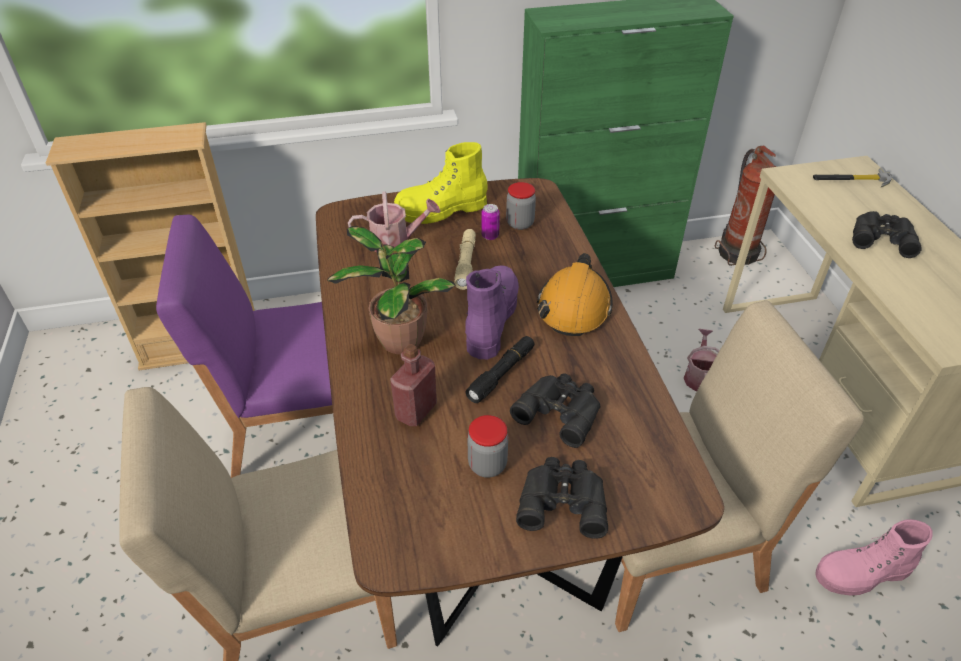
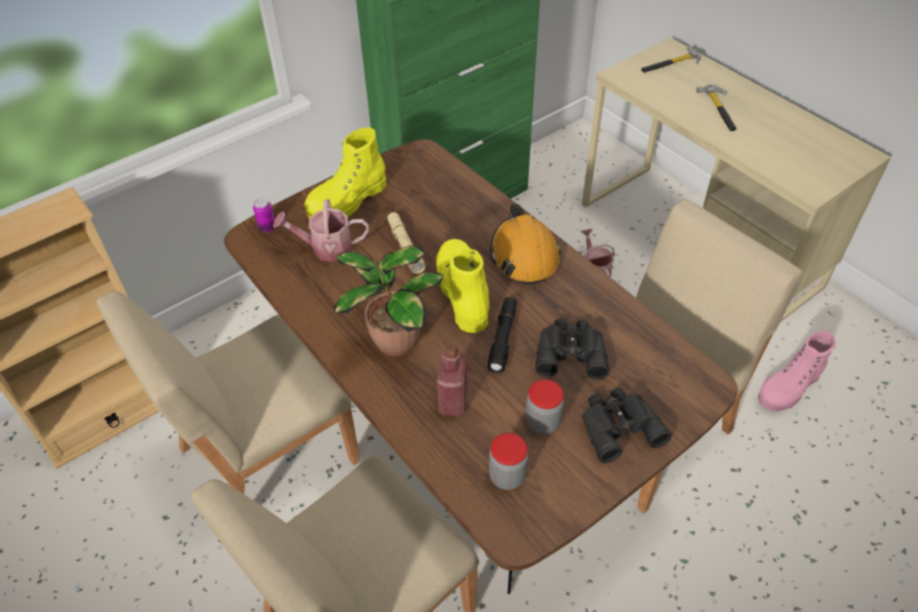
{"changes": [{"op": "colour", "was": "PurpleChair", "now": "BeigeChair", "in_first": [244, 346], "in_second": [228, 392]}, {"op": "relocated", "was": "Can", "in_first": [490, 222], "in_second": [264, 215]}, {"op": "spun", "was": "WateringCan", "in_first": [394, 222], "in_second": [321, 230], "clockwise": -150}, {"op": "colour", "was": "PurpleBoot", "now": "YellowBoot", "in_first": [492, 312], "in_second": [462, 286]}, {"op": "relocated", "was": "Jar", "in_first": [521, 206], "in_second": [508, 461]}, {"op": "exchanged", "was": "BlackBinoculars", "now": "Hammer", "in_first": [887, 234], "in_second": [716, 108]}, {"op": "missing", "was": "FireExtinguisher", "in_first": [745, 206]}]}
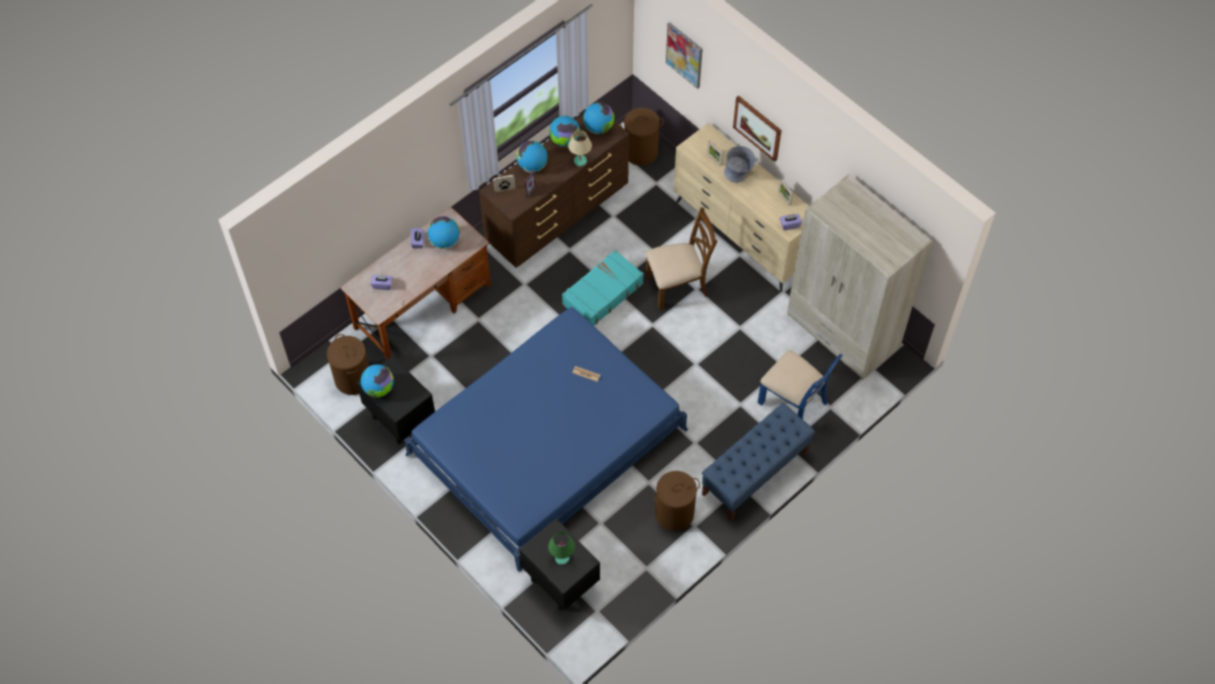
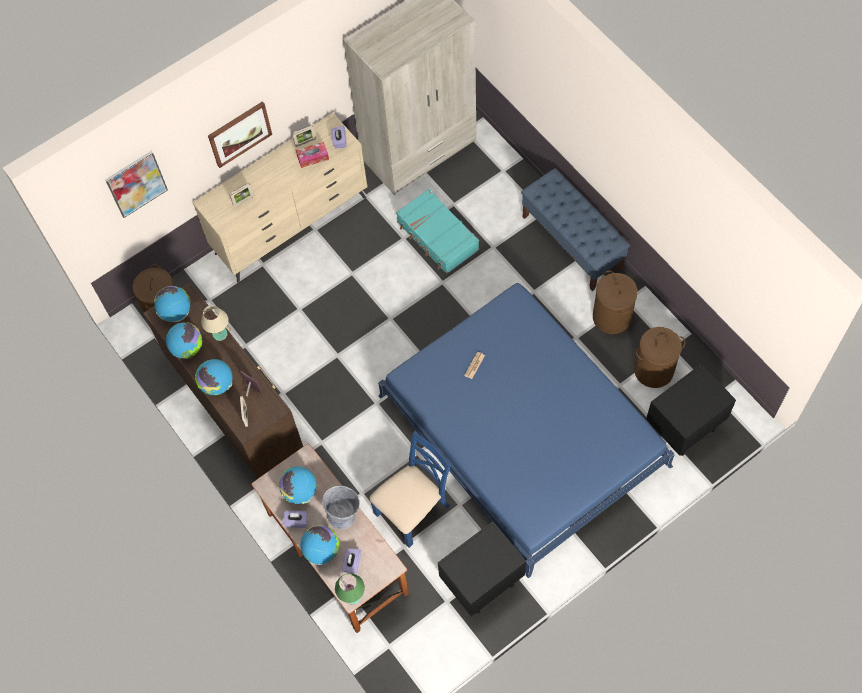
{"changes": [{"op": "appeared", "now": "TissueBox", "in_second": [312, 155]}, {"op": "relocated", "was": "Globe", "in_first": [377, 381], "in_second": [320, 545]}, {"op": "relocated", "was": "GreyBowl", "in_first": [740, 164], "in_second": [341, 507]}, {"op": "relocated", "was": "GreenTableLamp", "in_first": [561, 548], "in_second": [350, 589]}, {"op": "relocated", "was": "BlueChair", "in_first": [800, 384], "in_second": [410, 489]}, {"op": "relocated", "was": "TurquoiseSuitcase", "in_first": [603, 288], "in_second": [437, 231]}, {"op": "relocated", "was": "BrownLaundryBasket", "in_first": [348, 364], "in_second": [659, 357]}, {"op": "missing", "was": "BrownChair", "in_first": [682, 259]}]}
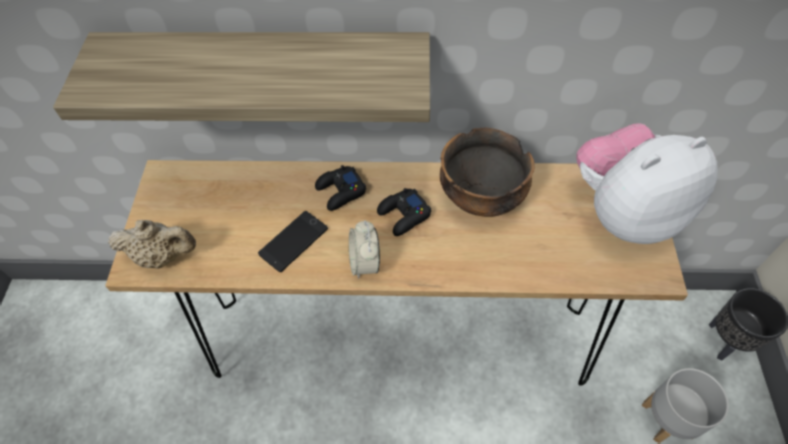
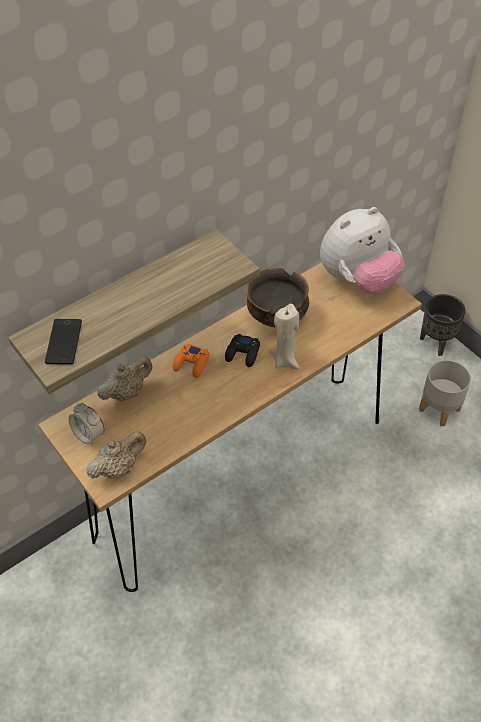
{"changes": [{"op": "relocated", "was": "Phone", "in_first": [293, 241], "in_second": [63, 342]}, {"op": "relocated", "was": "AlarmClock", "in_first": [364, 249], "in_second": [86, 424]}, {"op": "appeared", "now": "BeigeTeapot", "in_second": [125, 378]}, {"op": "colour", "was": "BlackGameController", "now": "OrangeGameController", "in_first": [340, 188], "in_second": [191, 360]}, {"op": "appeared", "now": "BeigeCandle", "in_second": [284, 337]}, {"op": "spun", "was": "PlushToy", "in_first": [647, 183], "in_second": [362, 251], "clockwise": -150}]}
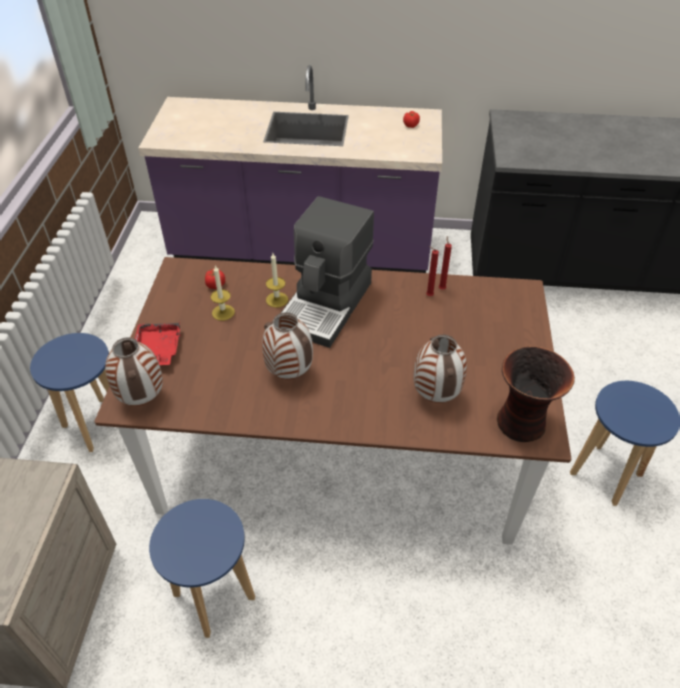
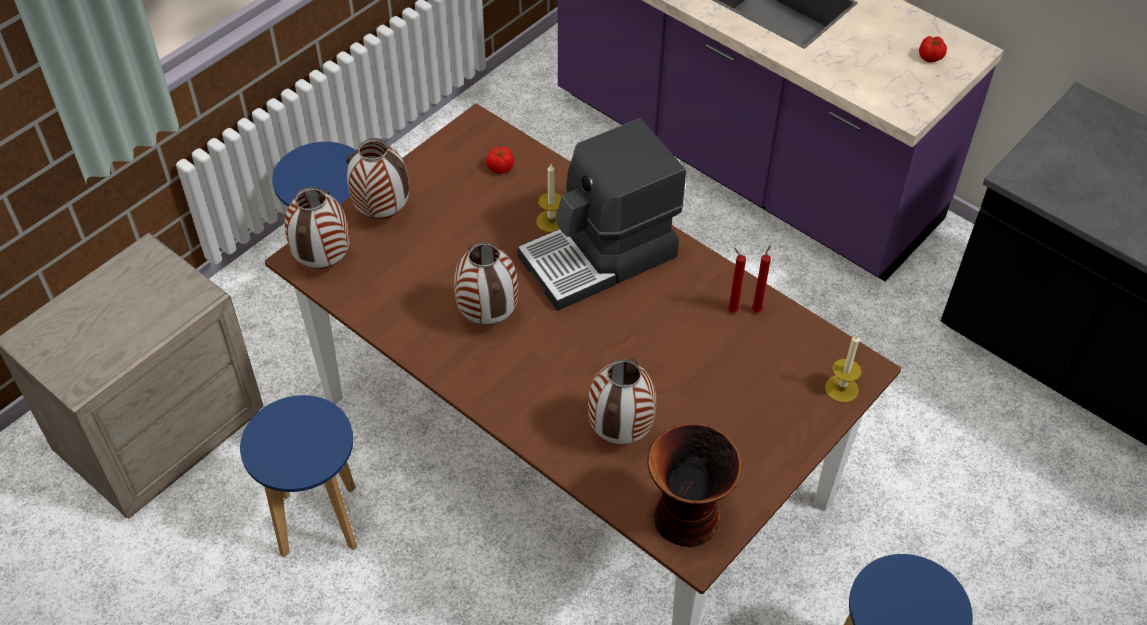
{"changes": [{"op": "exchanged", "was": "RedTray", "now": "Vase", "in_first": [157, 343], "in_second": [377, 178]}, {"op": "relocated", "was": "Candle", "in_first": [223, 293], "in_second": [843, 368]}]}
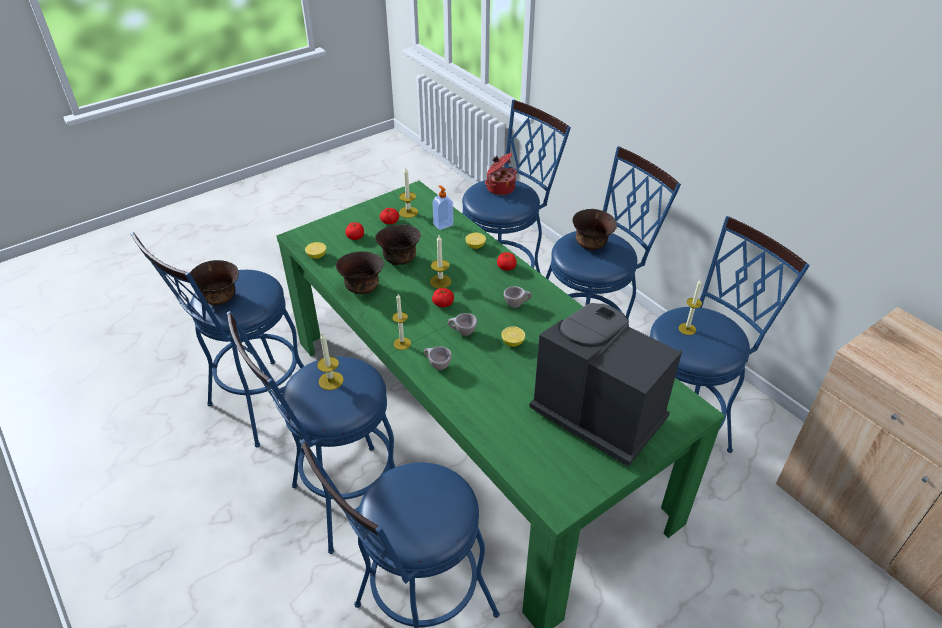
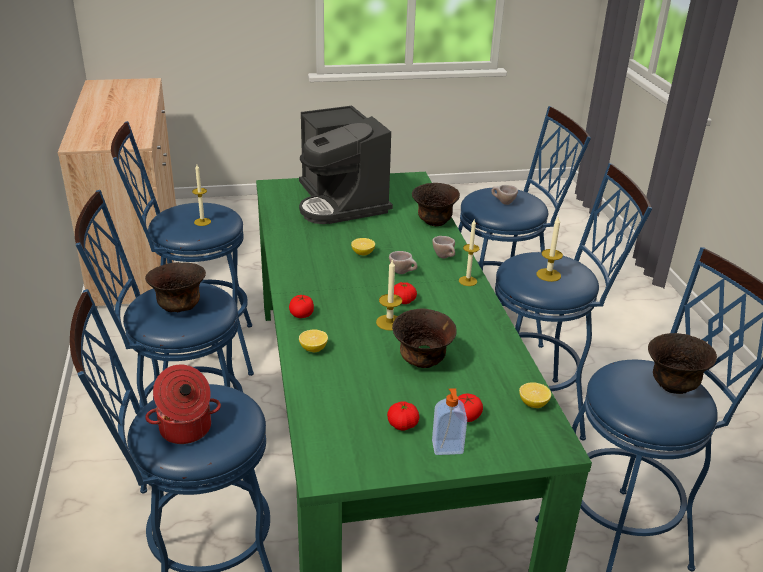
{"changes": [{"op": "relocated", "was": "BrownBowl", "in_first": [360, 272], "in_second": [436, 204]}, {"op": "relocated", "was": "SoapDispenser", "in_first": [443, 207], "in_second": [449, 421]}, {"op": "relocated", "was": "BeigeCup", "in_first": [518, 297], "in_second": [504, 195]}, {"op": "missing", "was": "Candle", "in_first": [408, 193]}]}
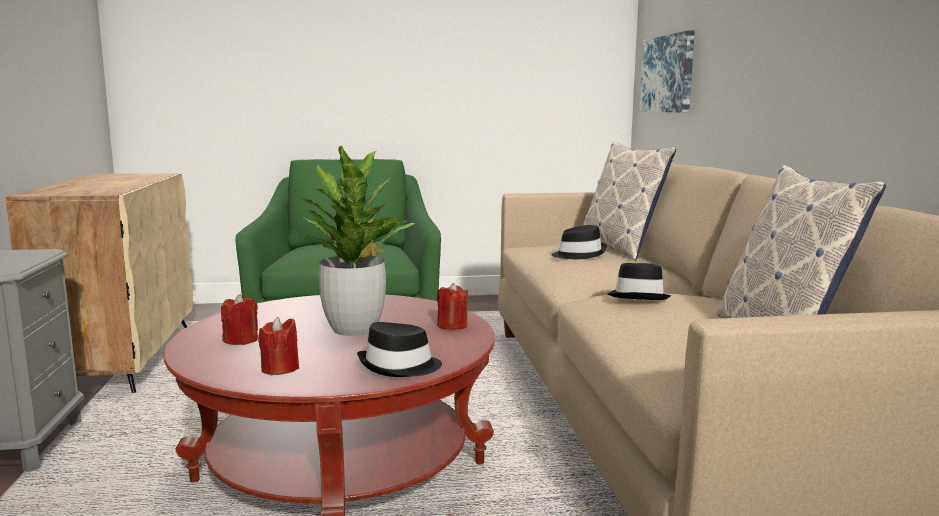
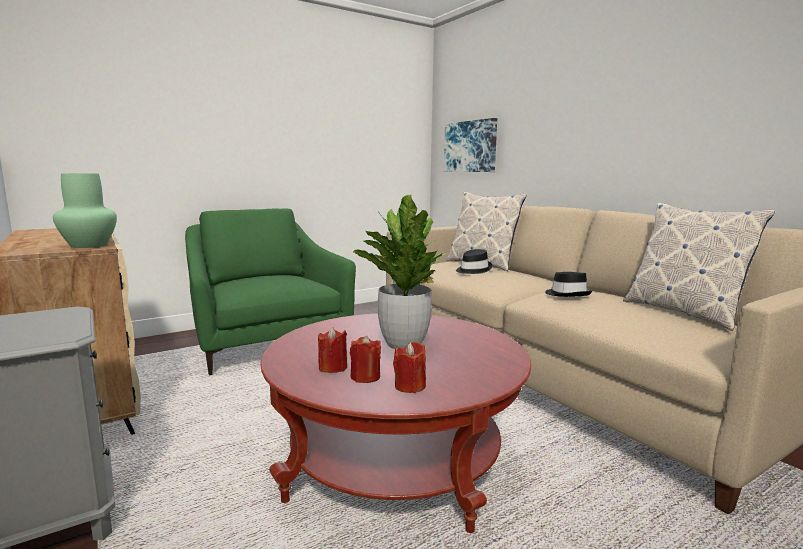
{"changes": [{"op": "appeared", "now": "GreenVase", "in_second": [85, 210]}, {"op": "relocated", "was": "RedCandle", "in_first": [452, 306], "in_second": [365, 359]}, {"op": "missing", "was": "BlackHat", "in_first": [399, 349]}]}
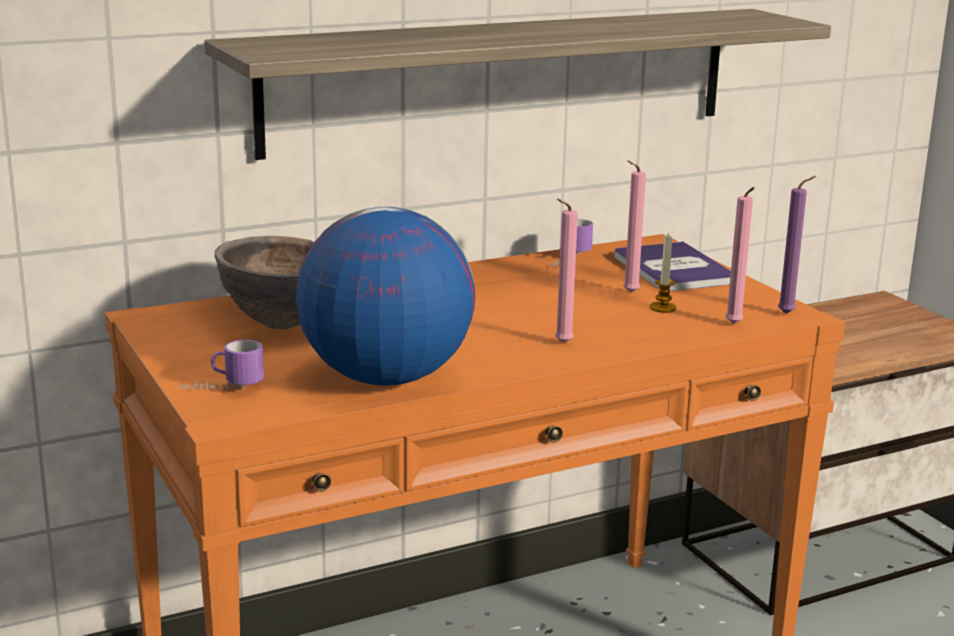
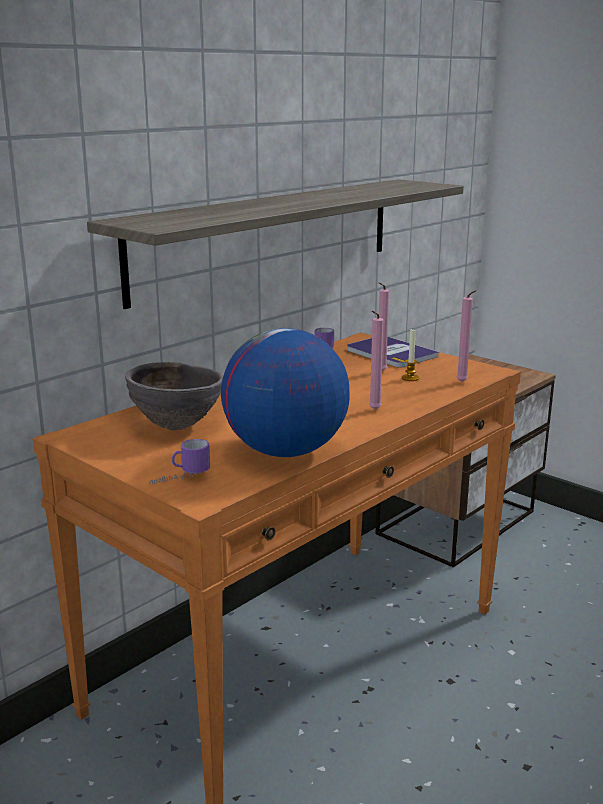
{"changes": [{"op": "missing", "was": "PurpleCandle", "in_first": [797, 245]}]}
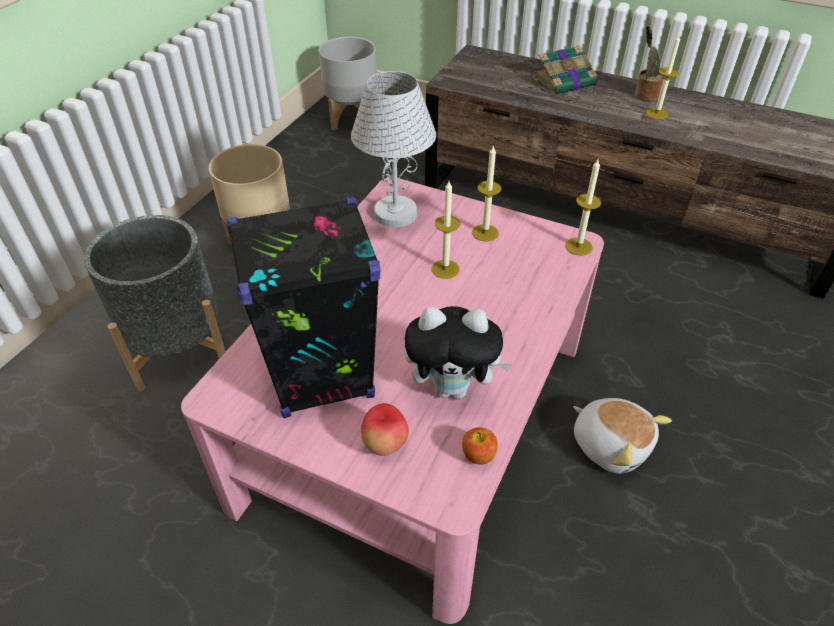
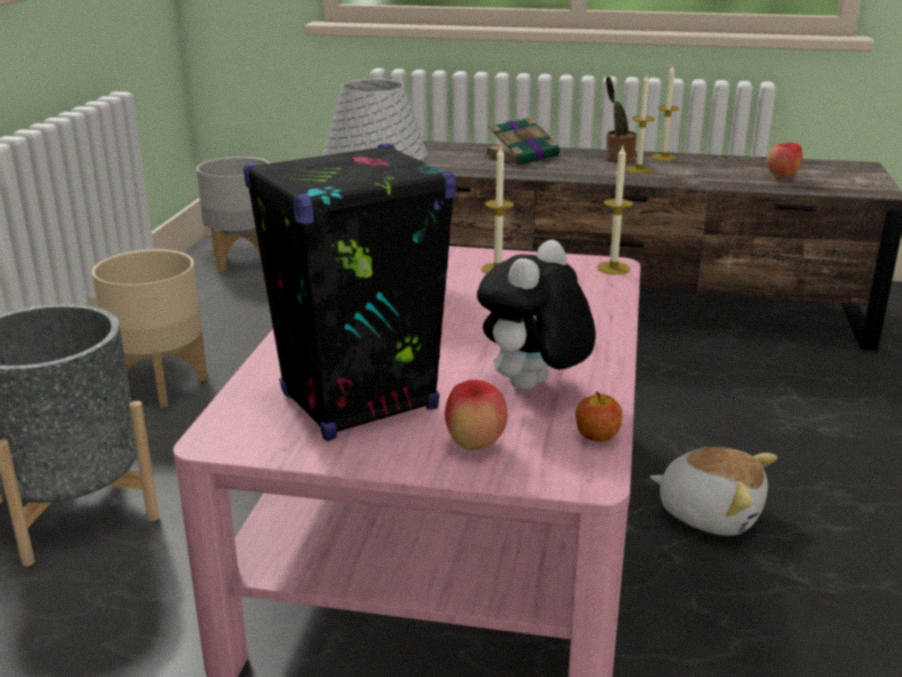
{"changes": [{"op": "spun", "was": "PlushToy", "in_first": [459, 352], "in_second": [536, 315], "clockwise": 135}, {"op": "relocated", "was": "Candle", "in_first": [446, 230], "in_second": [665, 112]}, {"op": "appeared", "now": "Apple", "in_second": [785, 160]}]}
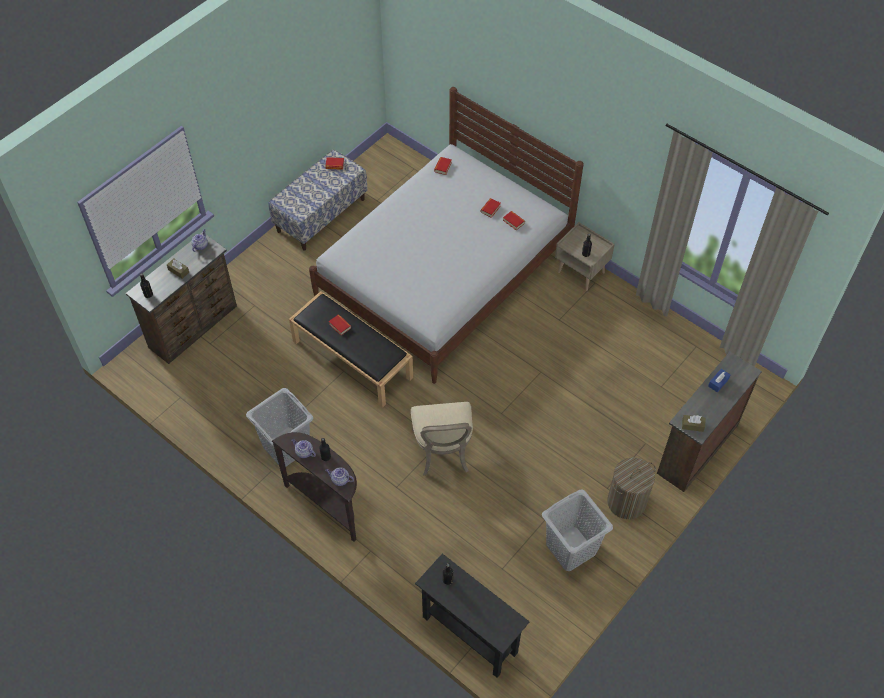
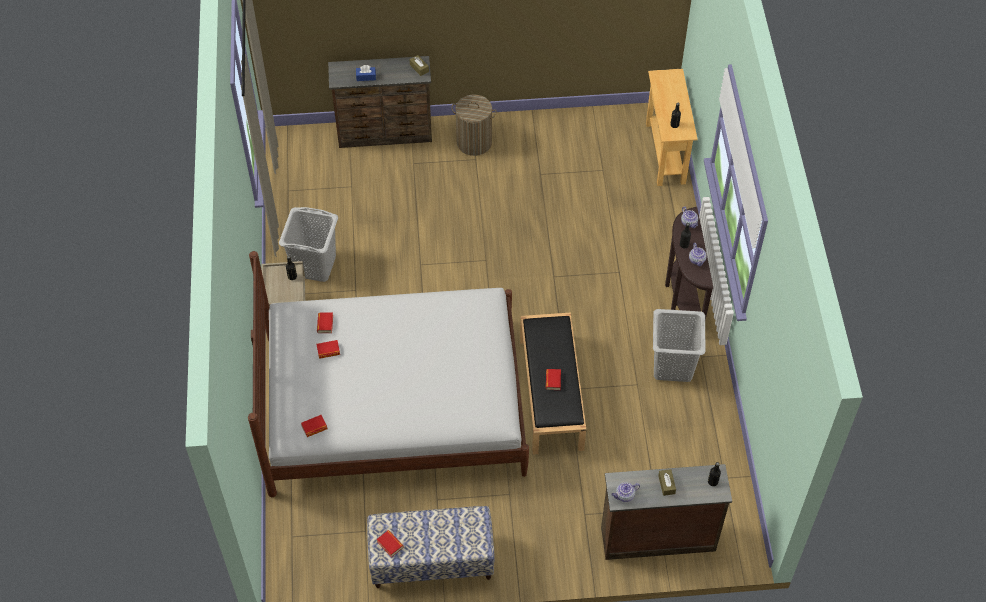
{"changes": [{"op": "relocated", "was": "GreyLaundryBasket", "in_first": [577, 530], "in_second": [308, 244]}, {"op": "colour", "was": "BlackConsoleTable", "now": "BeigeConsoleTable", "in_first": [472, 615], "in_second": [672, 127]}, {"op": "missing", "was": "BeigeChair", "in_first": [442, 439]}]}
